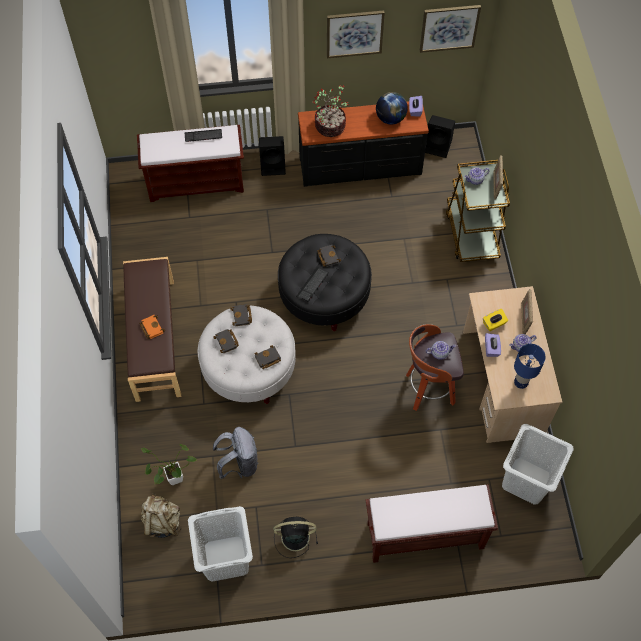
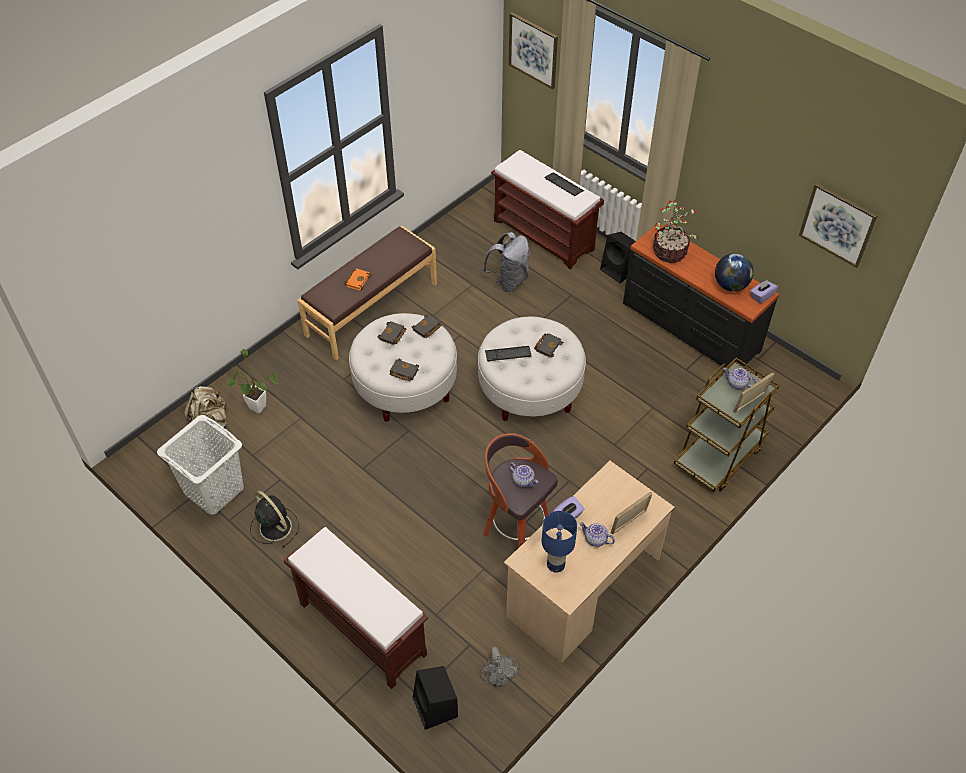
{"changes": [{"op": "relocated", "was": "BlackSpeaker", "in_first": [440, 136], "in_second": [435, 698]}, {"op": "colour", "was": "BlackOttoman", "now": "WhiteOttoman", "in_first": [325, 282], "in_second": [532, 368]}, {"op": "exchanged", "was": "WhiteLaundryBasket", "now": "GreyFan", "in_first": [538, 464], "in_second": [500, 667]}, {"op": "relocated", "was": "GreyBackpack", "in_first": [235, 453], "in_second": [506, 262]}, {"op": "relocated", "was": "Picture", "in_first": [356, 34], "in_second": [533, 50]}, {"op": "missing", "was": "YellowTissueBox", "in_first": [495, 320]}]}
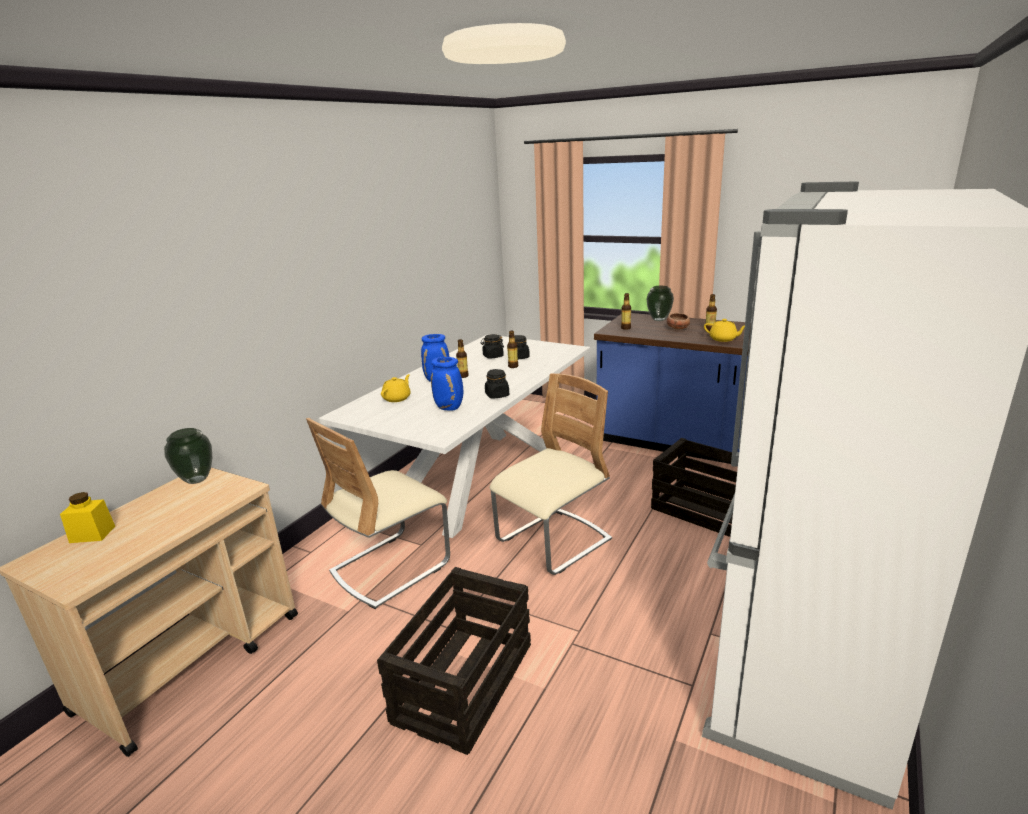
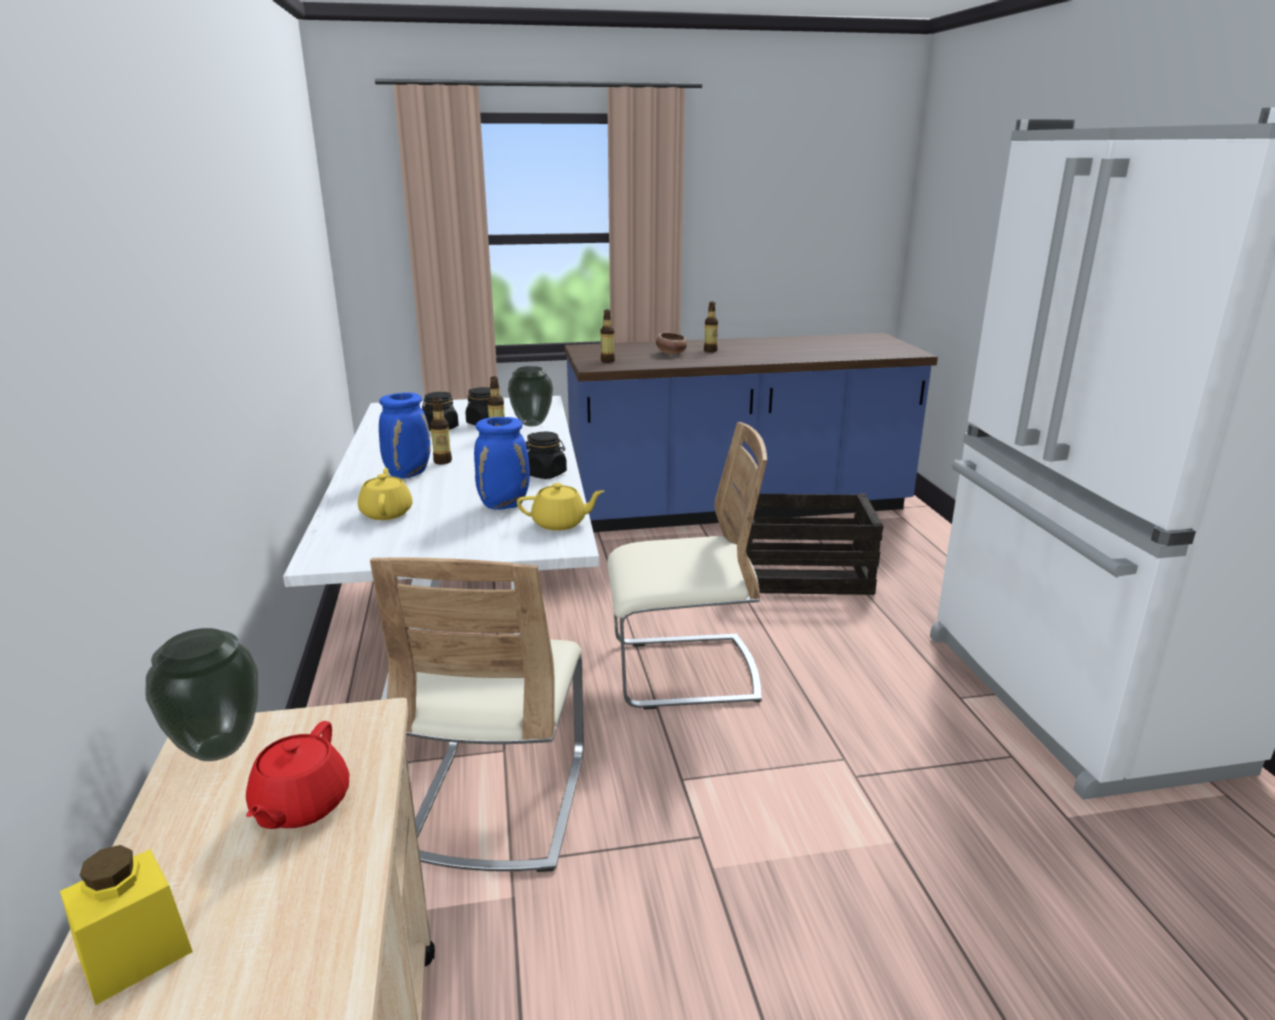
{"changes": [{"op": "appeared", "now": "RedTeapot", "in_second": [297, 775]}, {"op": "relocated", "was": "Vase", "in_first": [660, 303], "in_second": [530, 396]}, {"op": "relocated", "was": "YellowTeapot", "in_first": [724, 330], "in_second": [560, 507]}, {"op": "spun", "was": "BeigeChair", "in_first": [551, 474], "in_second": [687, 565], "clockwise": 75}, {"op": "missing", "was": "Crate", "in_first": [454, 661]}]}
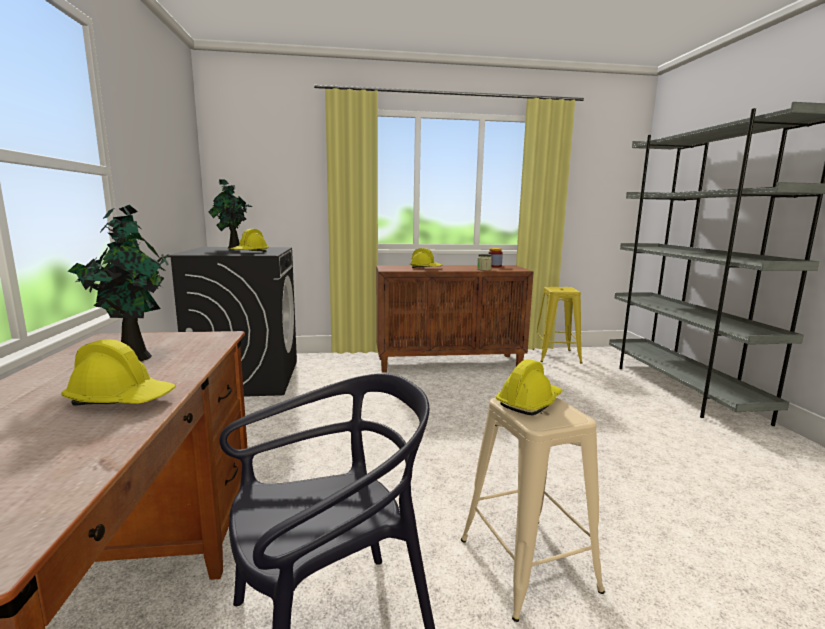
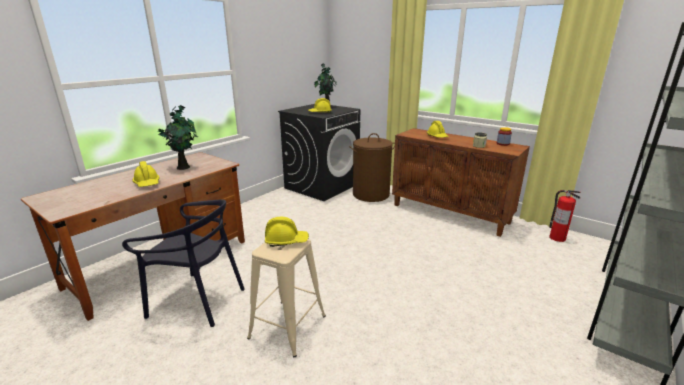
{"changes": [{"op": "appeared", "now": "BrownLaundryBasket", "in_second": [372, 167]}, {"op": "exchanged", "was": "YellowStool", "now": "FireExtinguisher", "in_first": [557, 325], "in_second": [564, 216]}]}
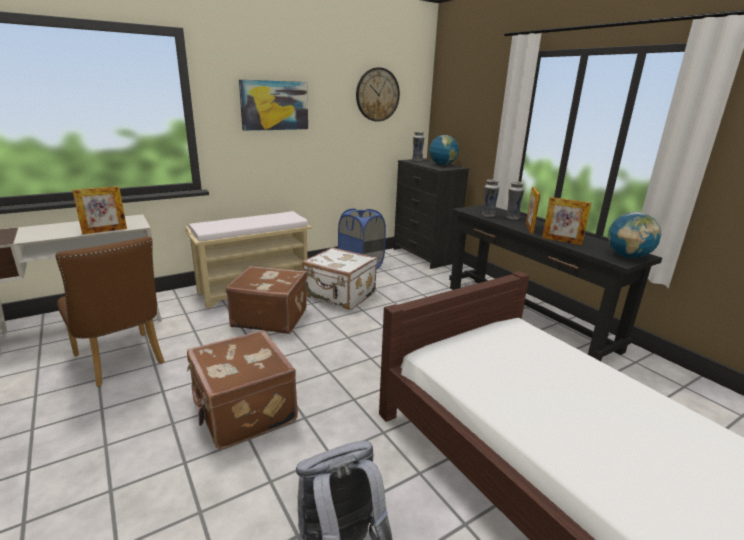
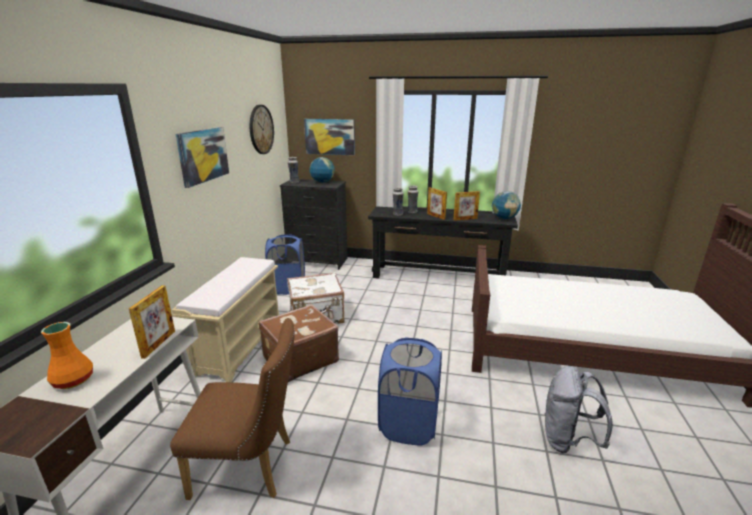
{"changes": [{"op": "appeared", "now": "OrangeVase", "in_second": [67, 355]}, {"op": "appeared", "now": "Picture", "in_second": [329, 137]}, {"op": "exchanged", "was": "BrownSuitcase", "now": "BlueLaundryBasket", "in_first": [242, 389], "in_second": [410, 391]}]}
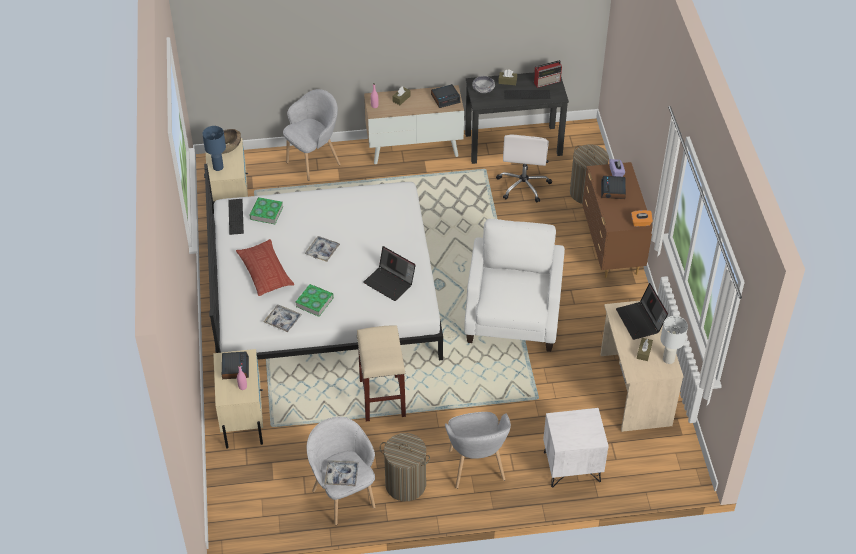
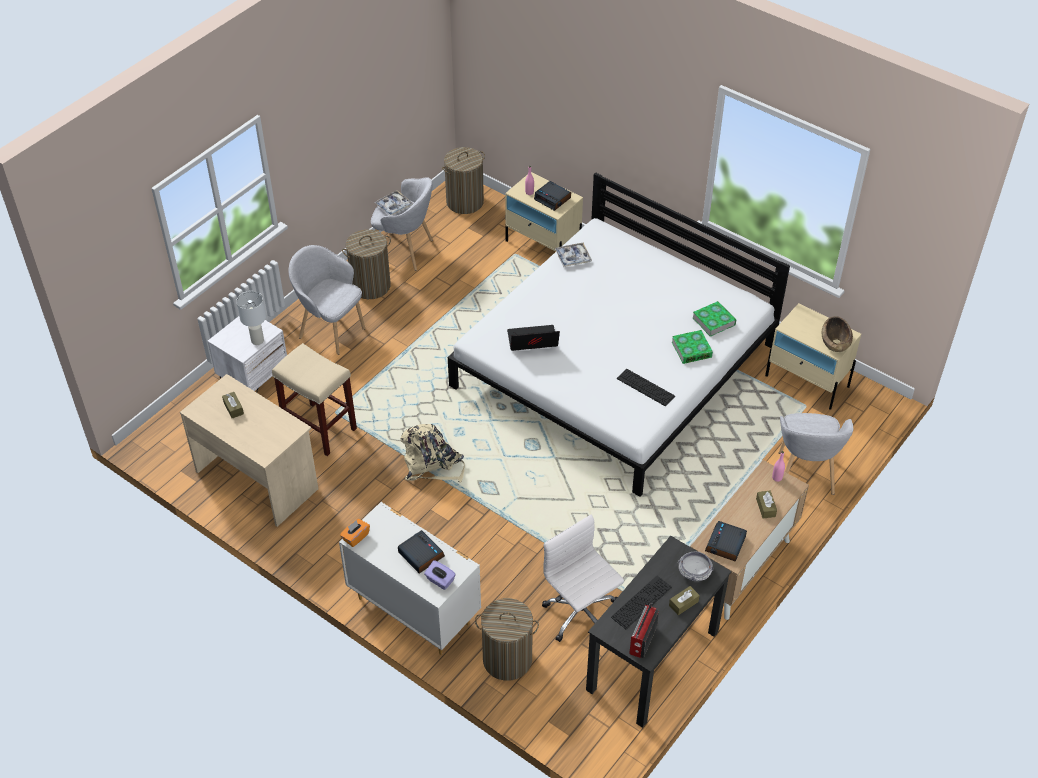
{"changes": [{"op": "relocated", "was": "WhiteTableLamp", "in_first": [674, 340], "in_second": [251, 318]}, {"op": "relocated", "was": "BeigeStool", "in_first": [381, 373], "in_second": [314, 399]}, {"op": "colour", "was": "BrownDresser", "now": "WhiteDresser", "in_first": [617, 220], "in_second": [410, 578]}, {"op": "exchanged", "was": "WhiteArmchair", "now": "BeigeBackpack", "in_first": [514, 285], "in_second": [432, 453]}, {"op": "appeared", "now": "LaundryBasket", "in_second": [463, 180]}, {"op": "relocated", "was": "Keyboard", "in_first": [236, 217], "in_second": [646, 387]}, {"op": "relocated", "was": "Book", "in_first": [315, 300], "in_second": [692, 347]}, {"op": "missing", "was": "BlueTableLamp", "in_first": [214, 148]}, {"op": "missing", "was": "Pillow", "in_first": [265, 267]}, {"op": "missing", "was": "Tray", "in_first": [322, 249]}, {"op": "missing", "was": "Laptop", "in_first": [642, 311]}]}
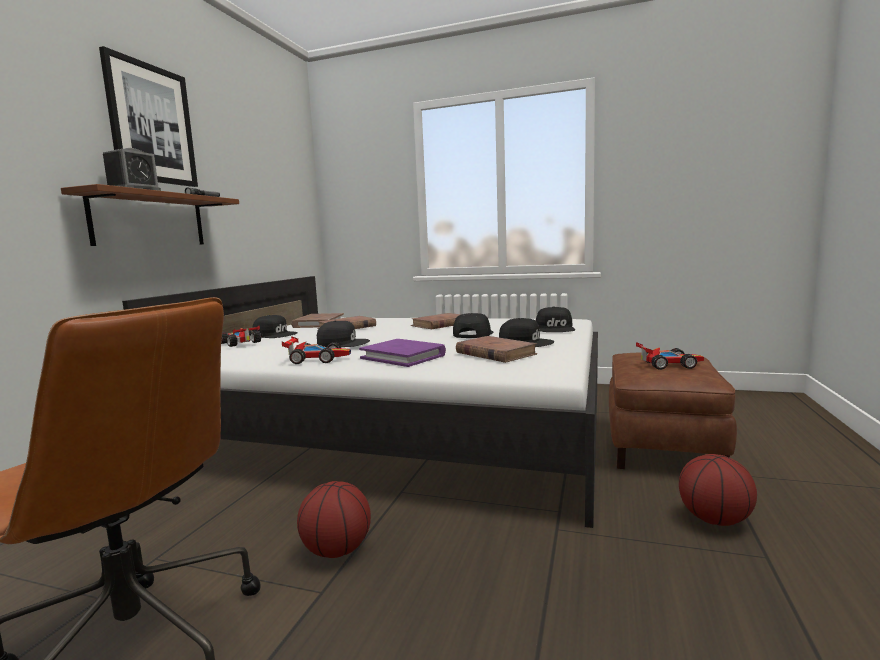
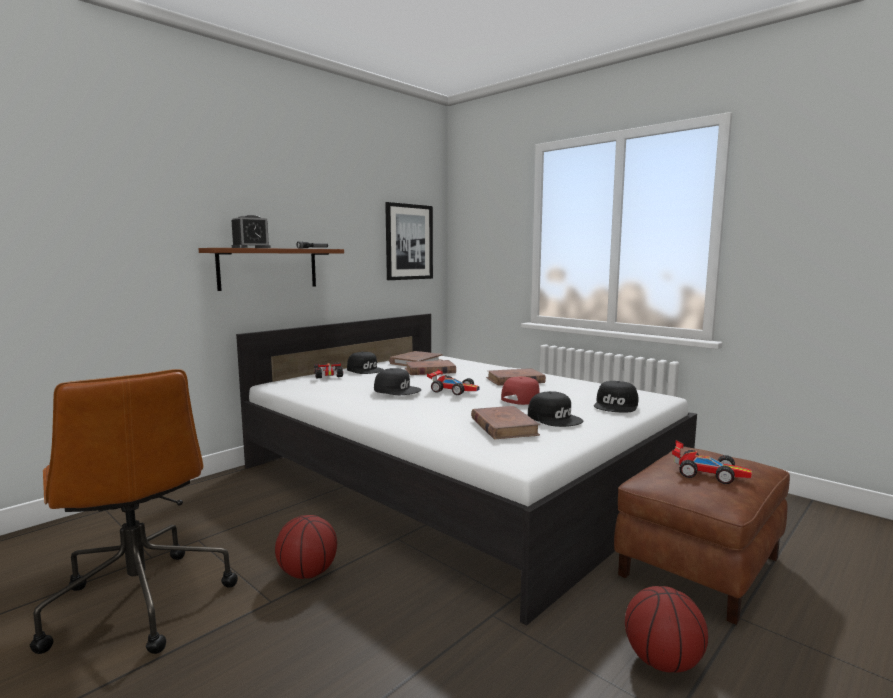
{"changes": [{"op": "relocated", "was": "Picture", "in_first": [148, 116], "in_second": [409, 241]}, {"op": "relocated", "was": "ToyCar", "in_first": [316, 350], "in_second": [453, 382]}, {"op": "colour", "was": "BlackCap", "now": "RedCap", "in_first": [473, 325], "in_second": [520, 390]}, {"op": "missing", "was": "PurpleBook", "in_first": [402, 353]}]}
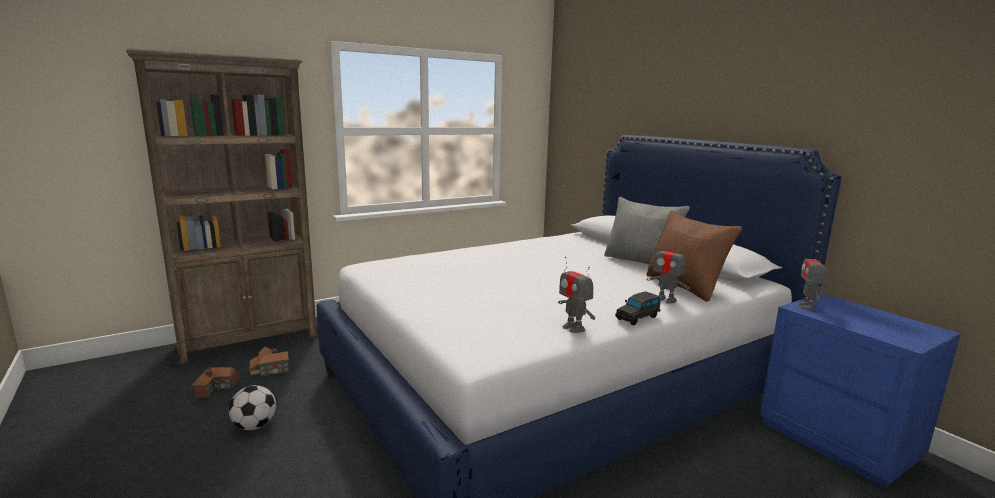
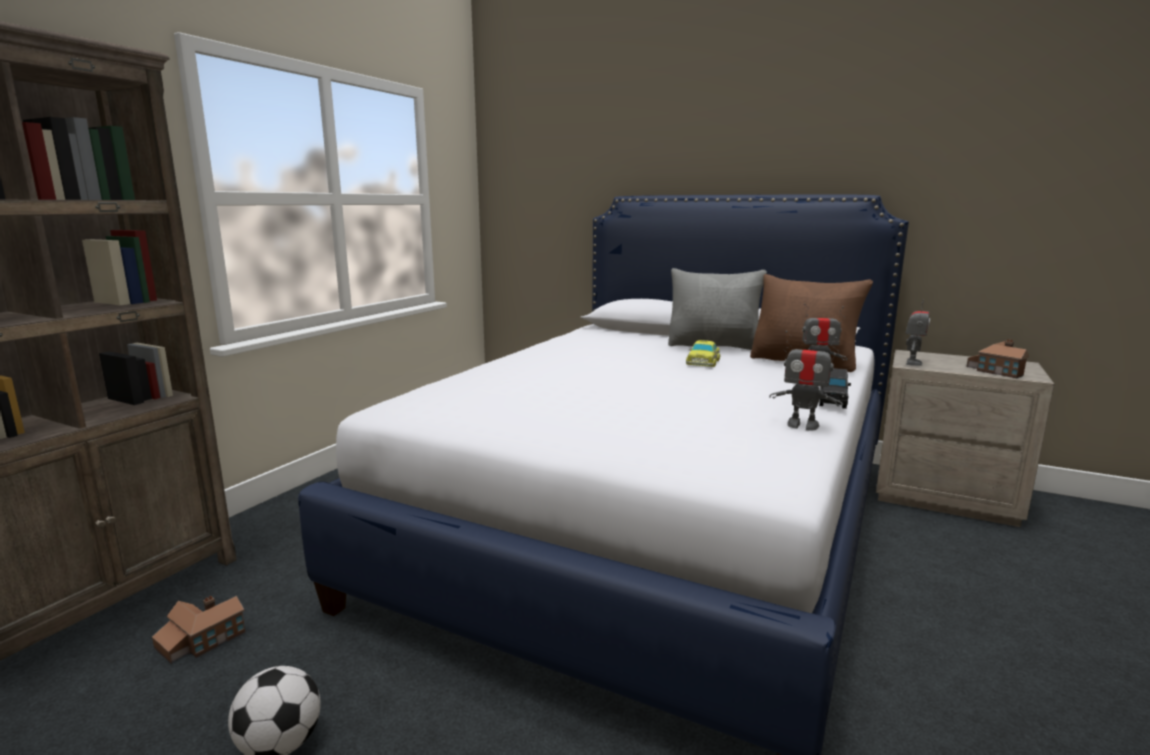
{"changes": [{"op": "appeared", "now": "ToyCar", "in_second": [703, 353]}, {"op": "colour", "was": "BlueNightstand", "now": "BeigeNightstand", "in_first": [860, 390], "in_second": [965, 438]}, {"op": "spun", "was": "ToyRobot", "in_first": [812, 279], "in_second": [918, 332], "clockwise": -135}, {"op": "relocated", "was": "ToyHouse", "in_first": [215, 382], "in_second": [997, 358]}]}
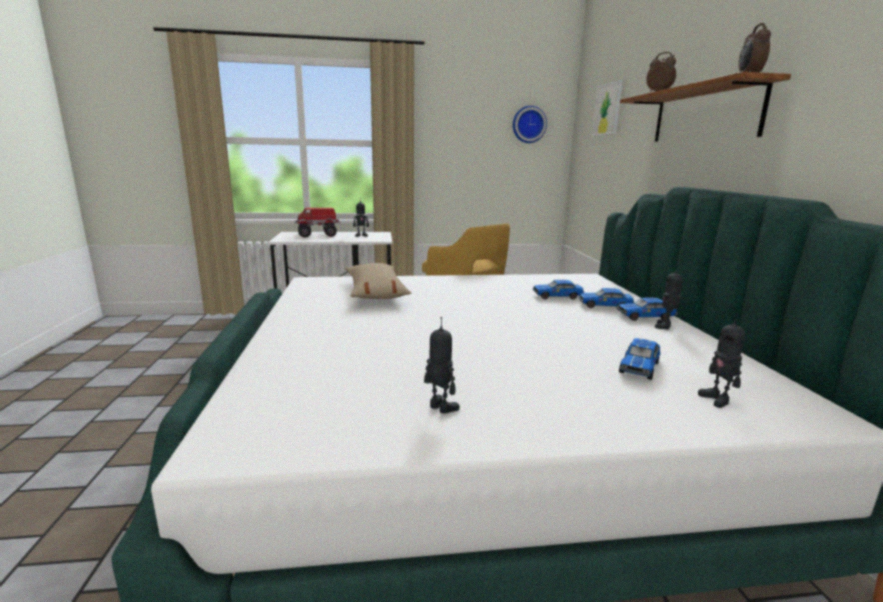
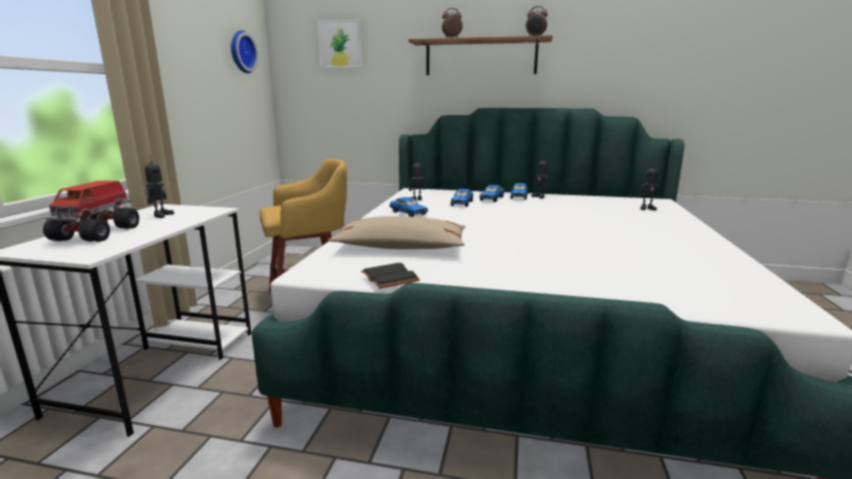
{"changes": [{"op": "appeared", "now": "BlackBook", "in_second": [390, 276]}, {"op": "relocated", "was": "ToyCar", "in_first": [639, 359], "in_second": [408, 207]}, {"op": "relocated", "was": "ToyRobot", "in_first": [442, 365], "in_second": [417, 179]}]}
